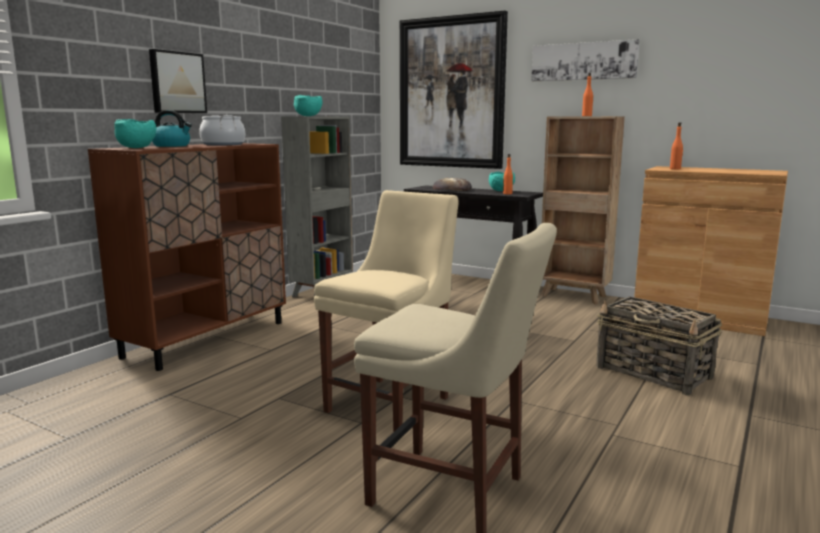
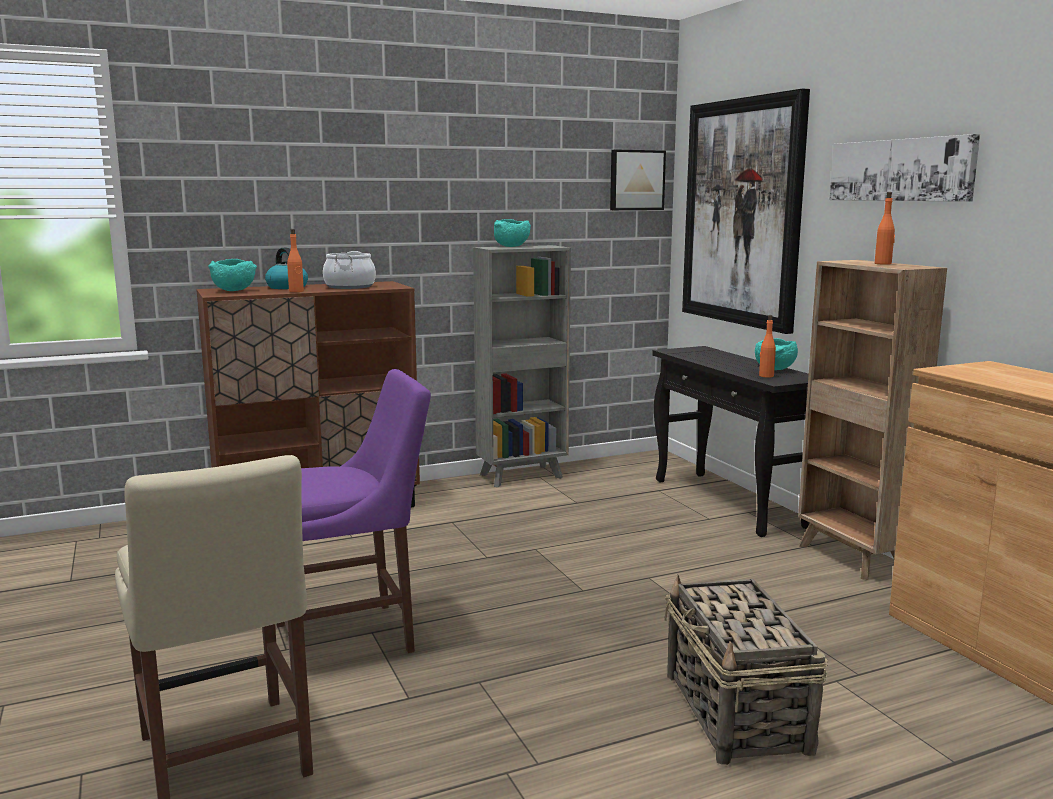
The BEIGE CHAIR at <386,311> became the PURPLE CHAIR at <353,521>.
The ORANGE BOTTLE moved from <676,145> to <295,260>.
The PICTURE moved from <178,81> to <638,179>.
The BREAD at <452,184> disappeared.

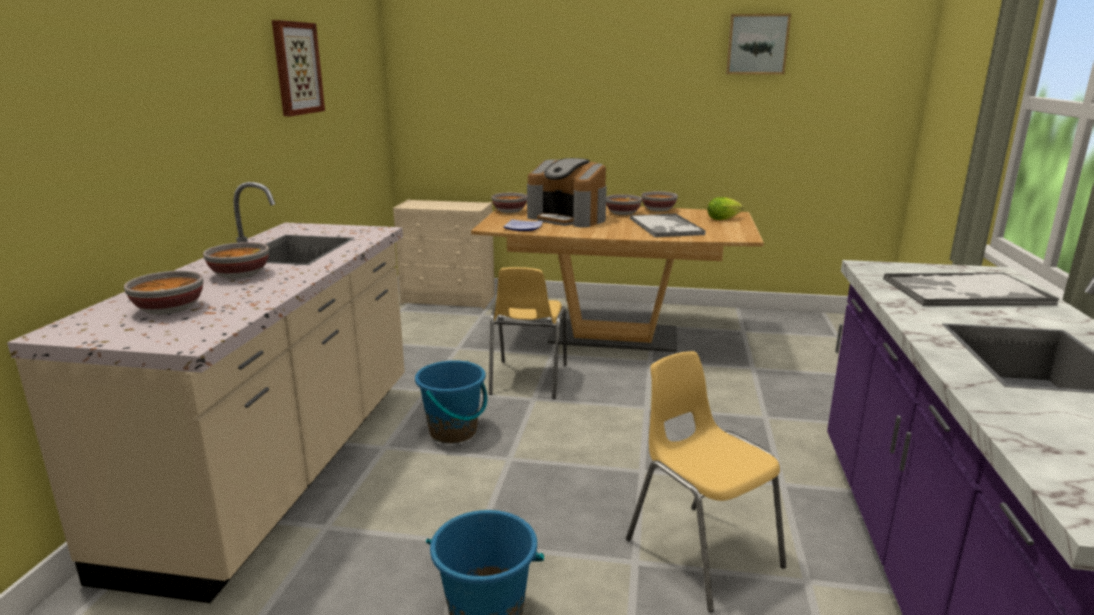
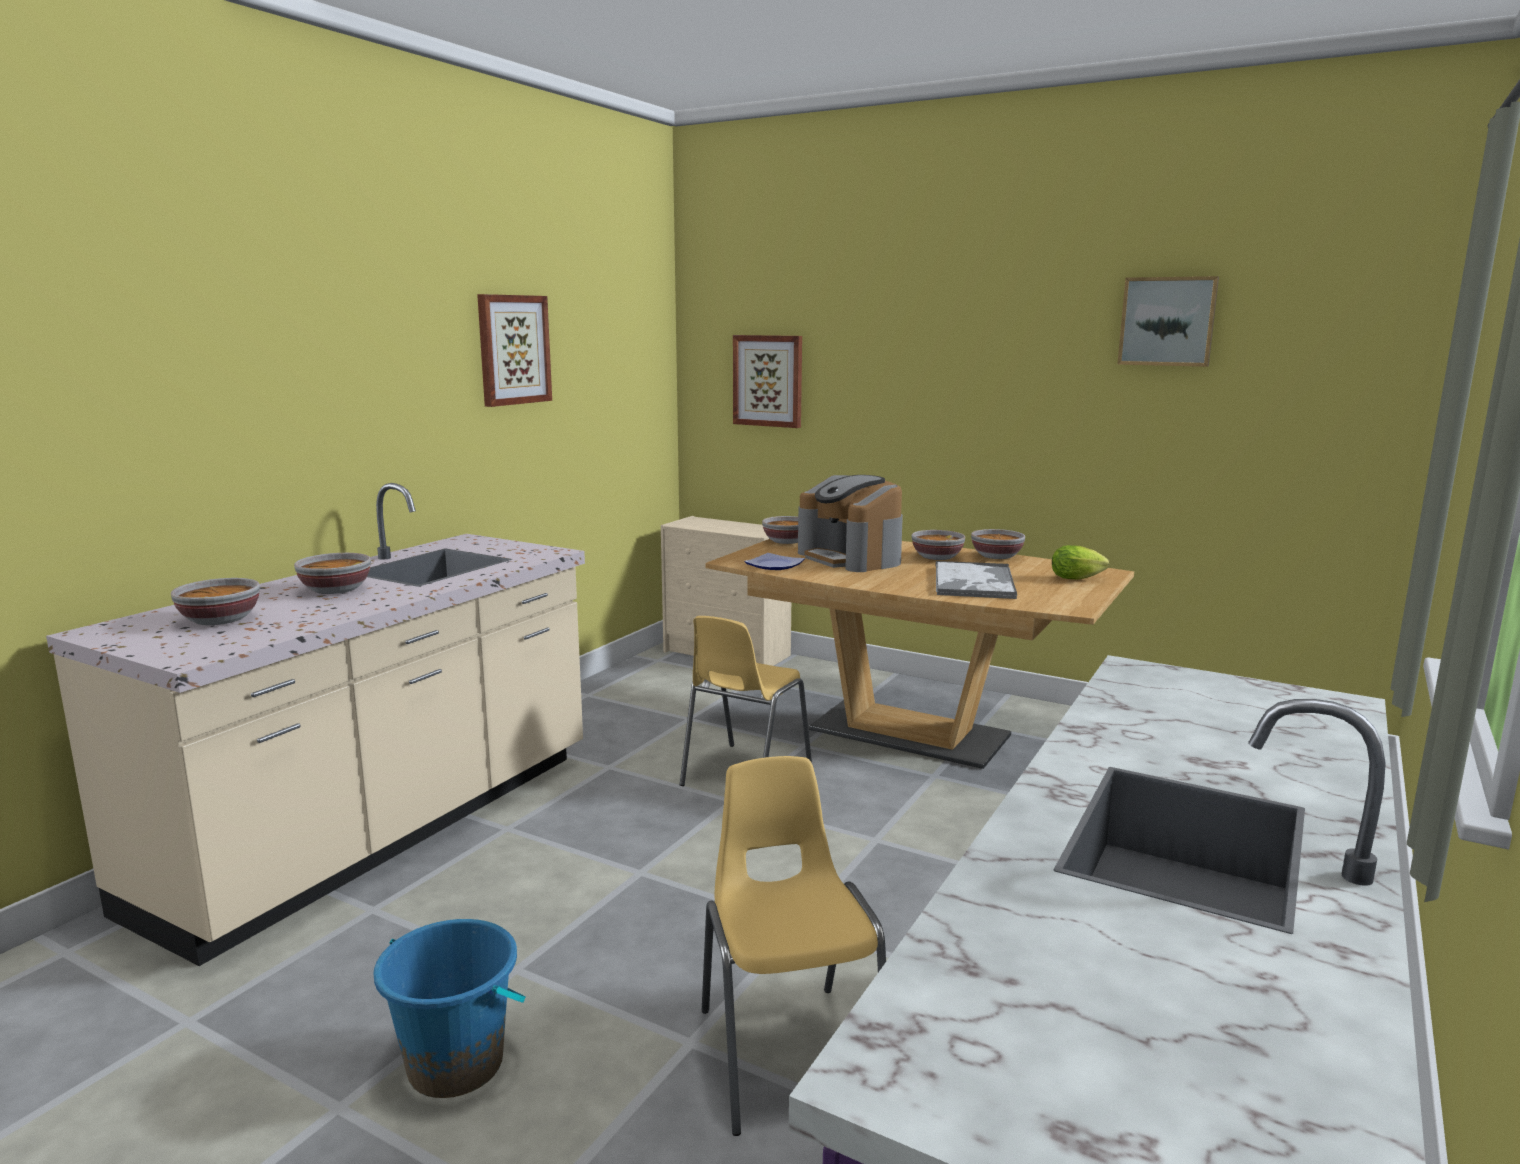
The PICTURE at <767,381> appeared.
The BLUE BUCKET at <451,401> disappeared.
The TRAY at <971,289> disappeared.

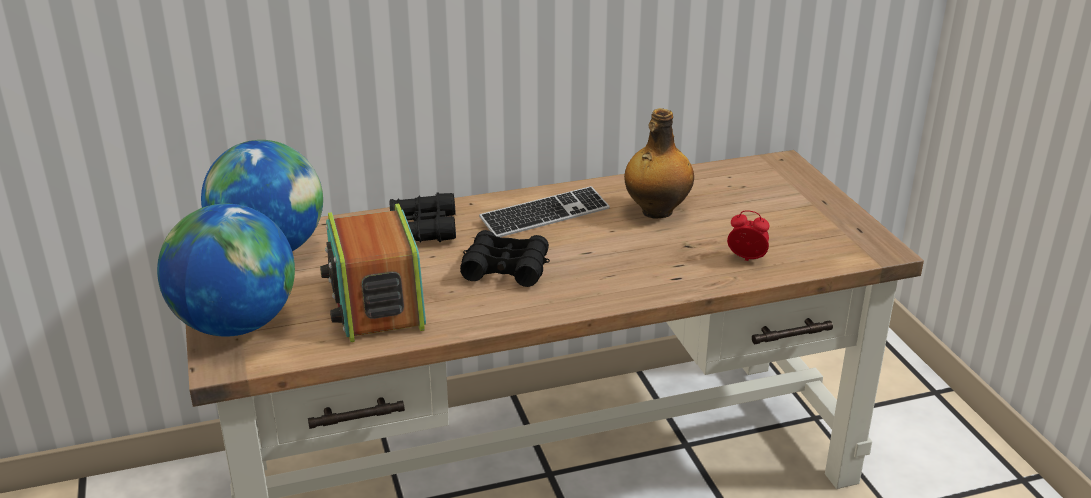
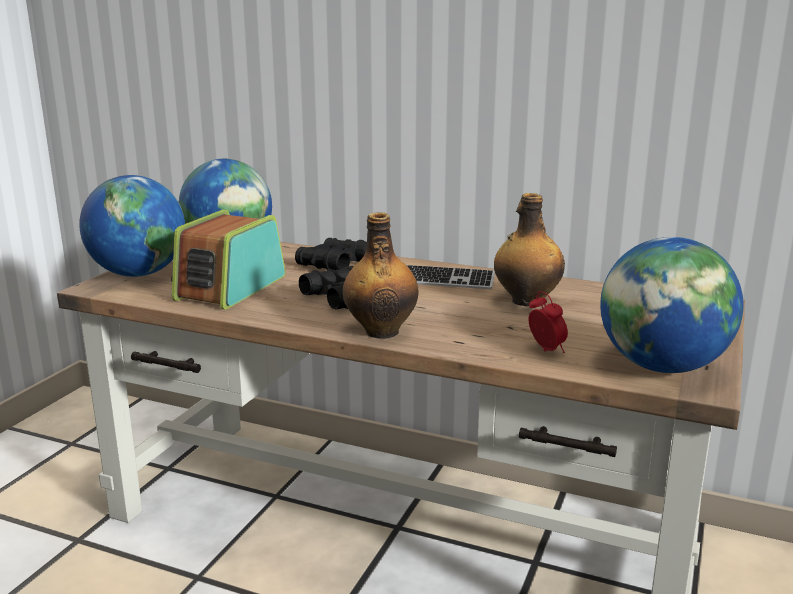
The BOTTLE at <381,275> appeared.
The GLOBE at <671,305> appeared.

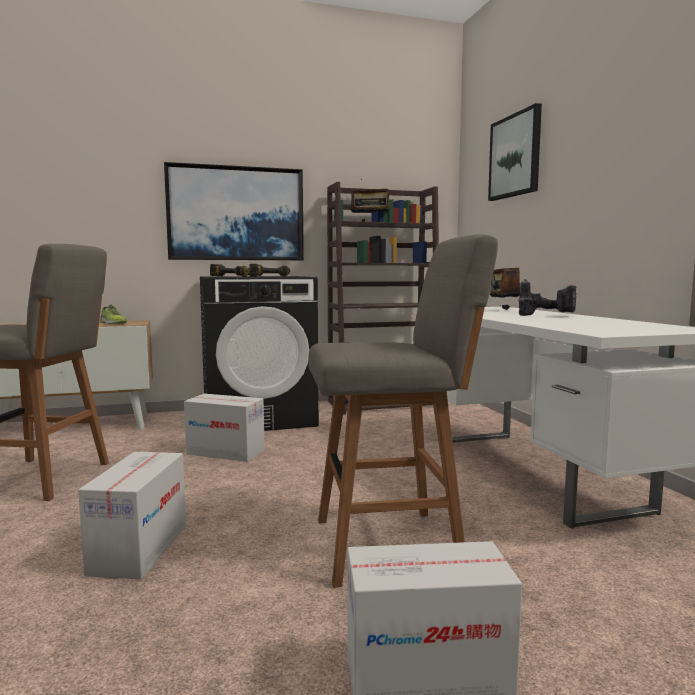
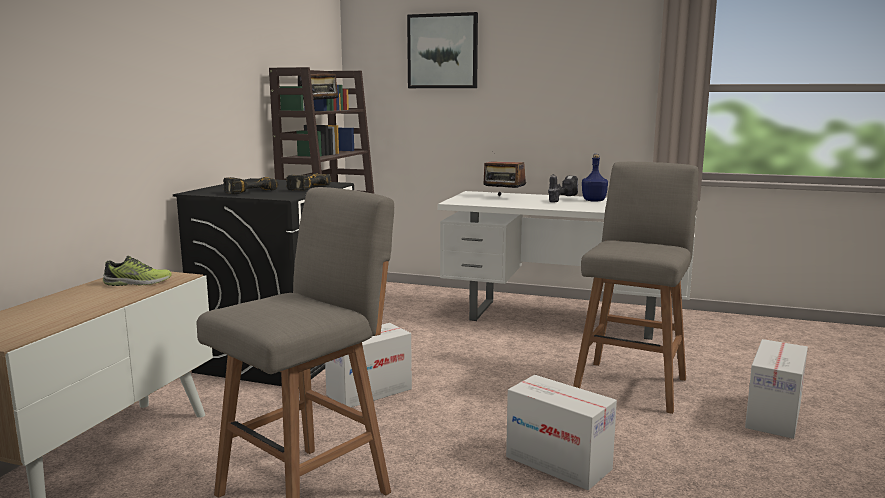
The BLUE BOTTLE at <595,178> appeared.
The PICTURE at <234,211> disappeared.

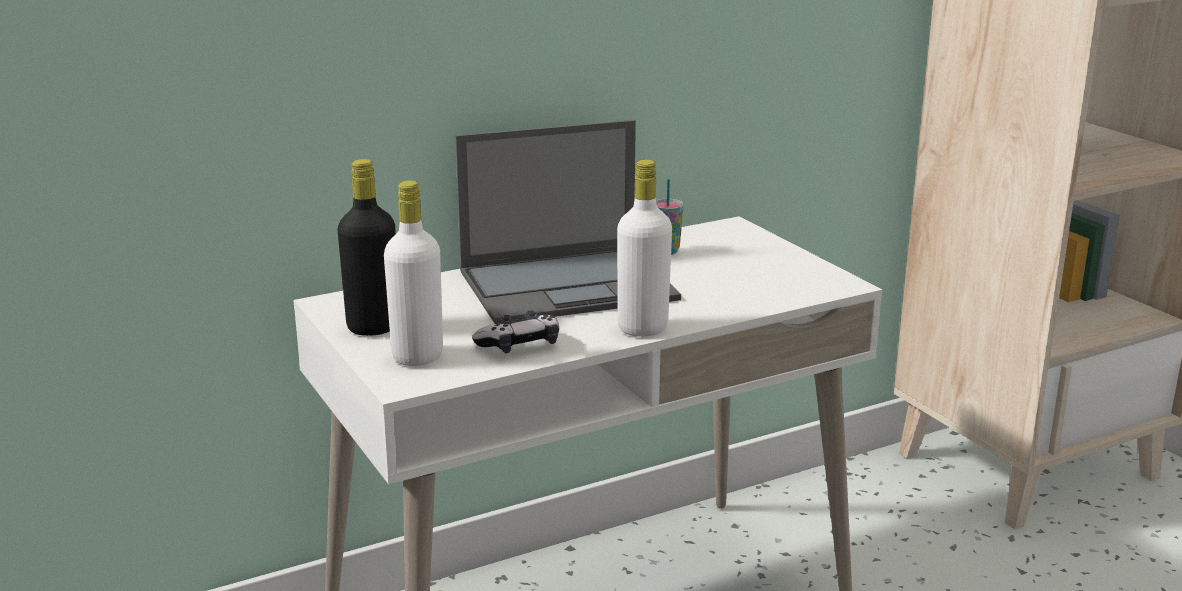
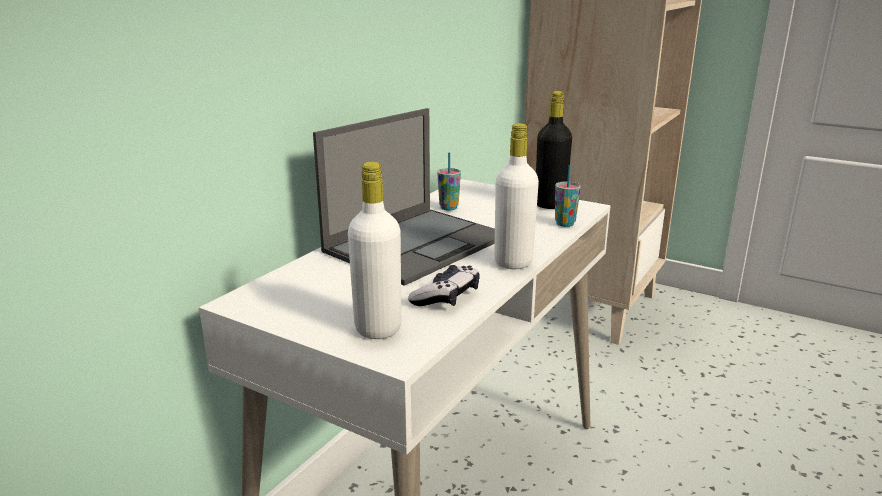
The BLACK BOTTLE moved from <367,247> to <554,150>.
The CUP at <568,196> appeared.

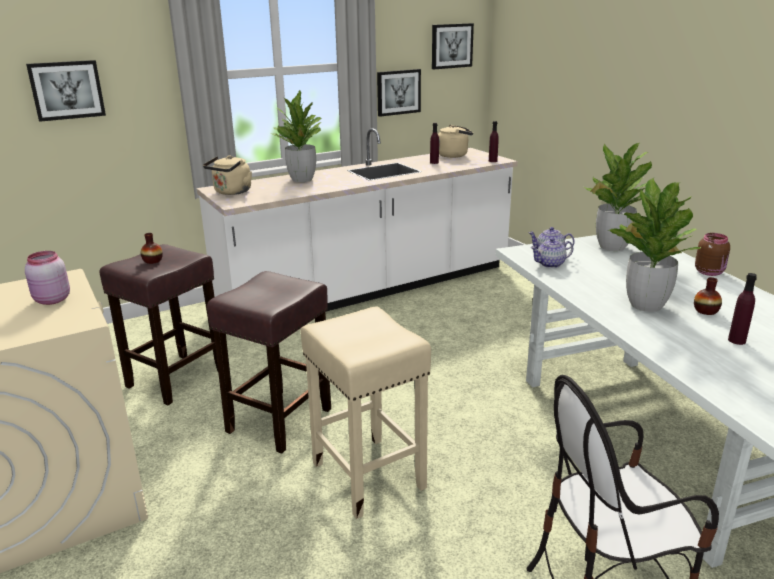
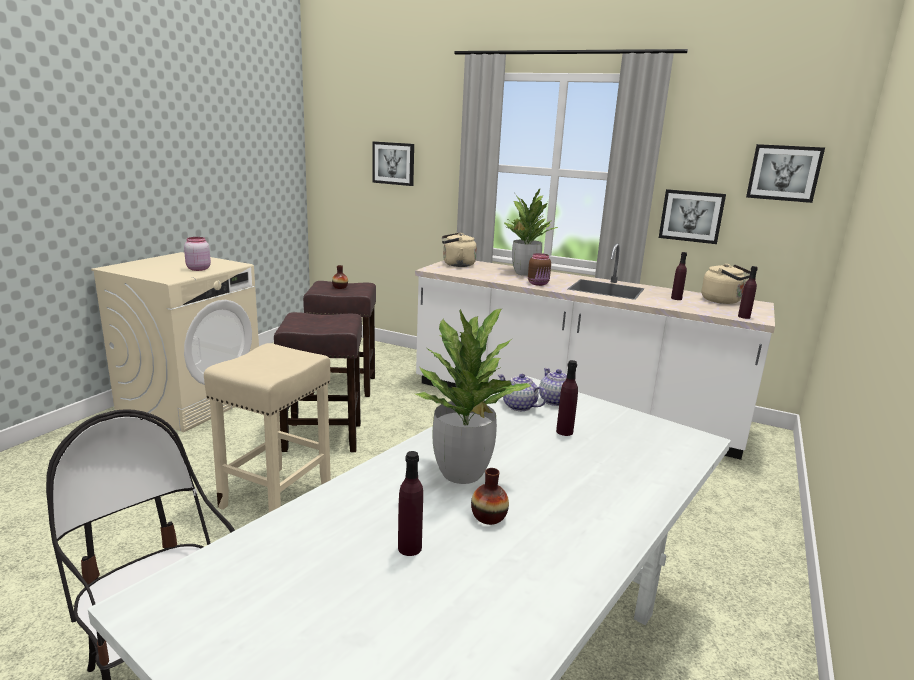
The BROWN JAR moved from <712,254> to <539,269>.
The PURPLE BOTTLE at <567,398> appeared.
The POTTED PLANT at <618,197> disappeared.

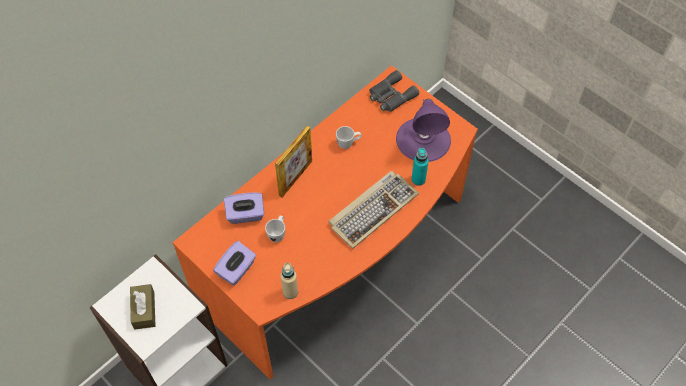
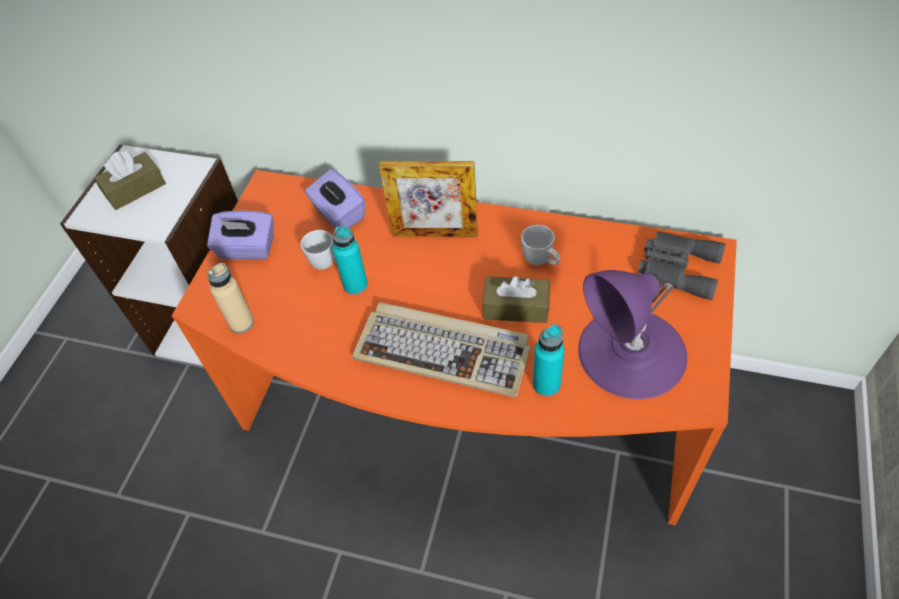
The TURQUOISE BOTTLE at <350,260> appeared.
The BROWN TISSUE BOX at <516,299> appeared.

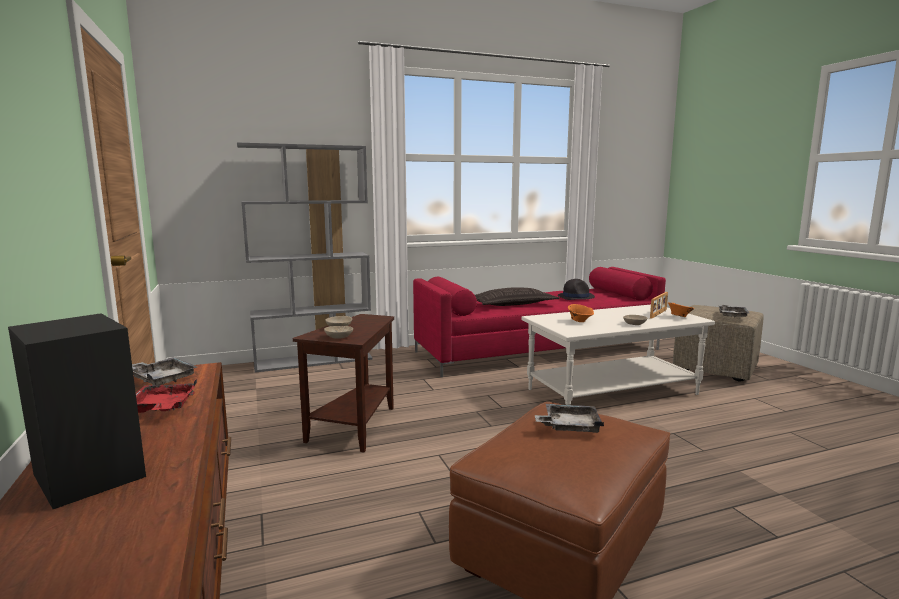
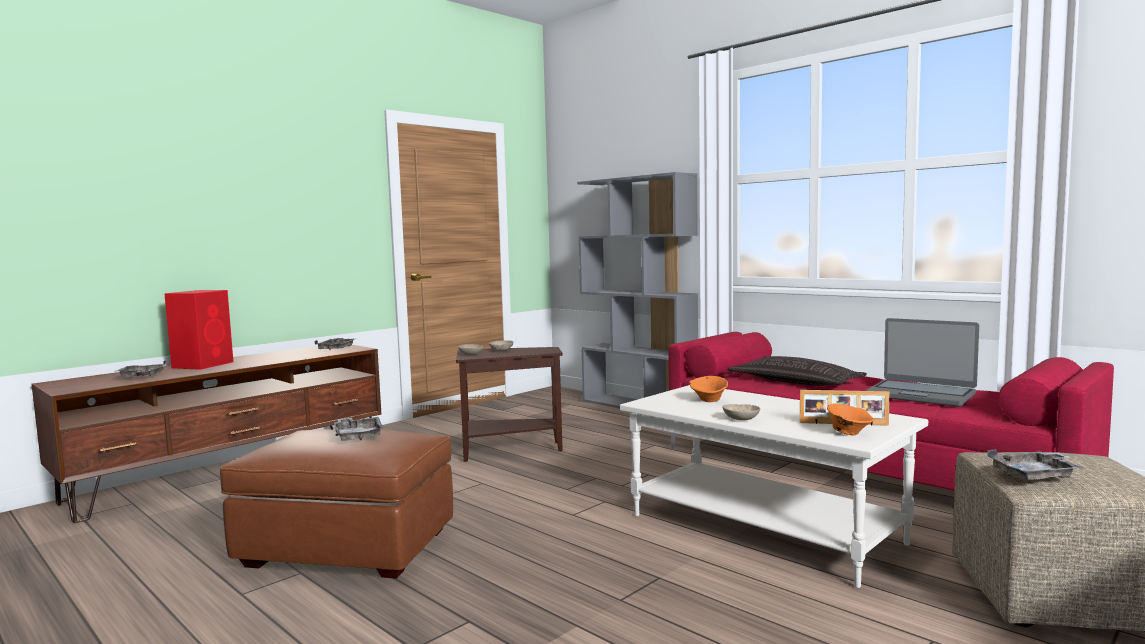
The GREY TRAY at <141,369> appeared.
The BLACK SPEAKER at <77,411> became the RED SPEAKER at <198,330>.
The BLACK HAT at <576,289> was replaced by the LAPTOP at <922,362>.
The RED TRAY at <166,396> disappeared.

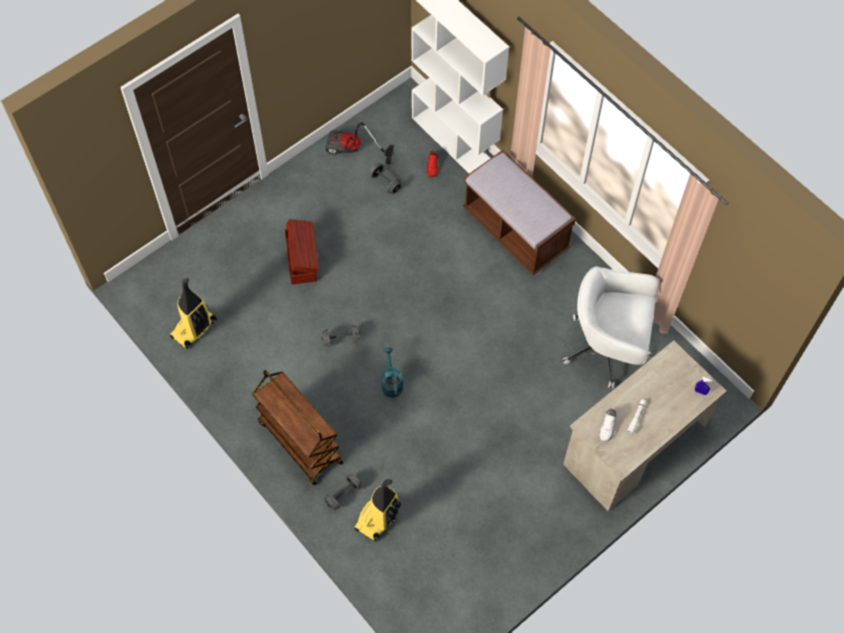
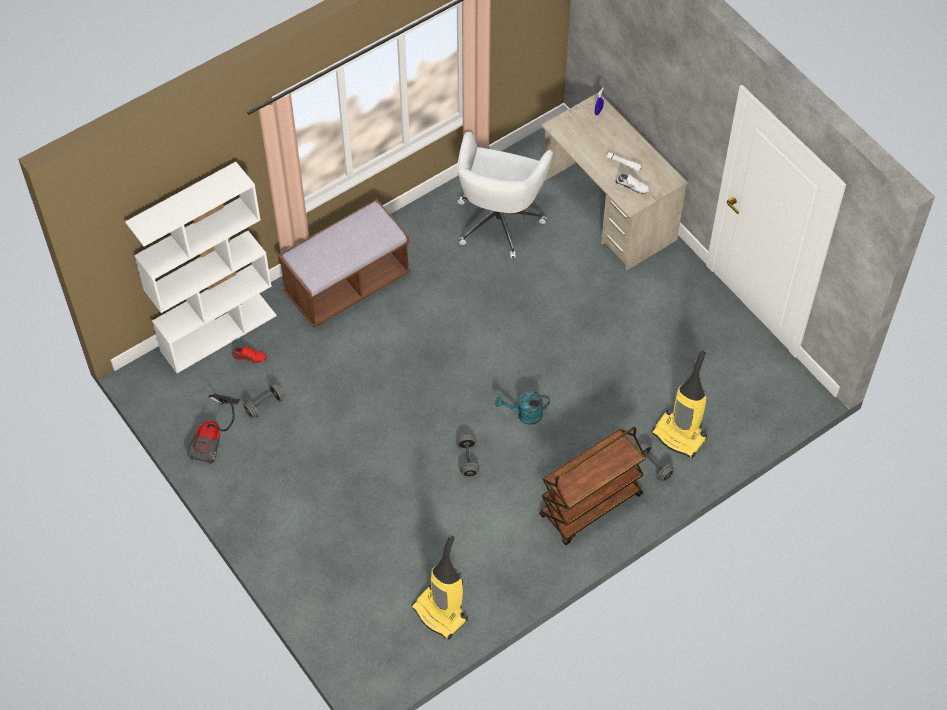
The BROWN STORAGE BOX at <302,251> disappeared.

